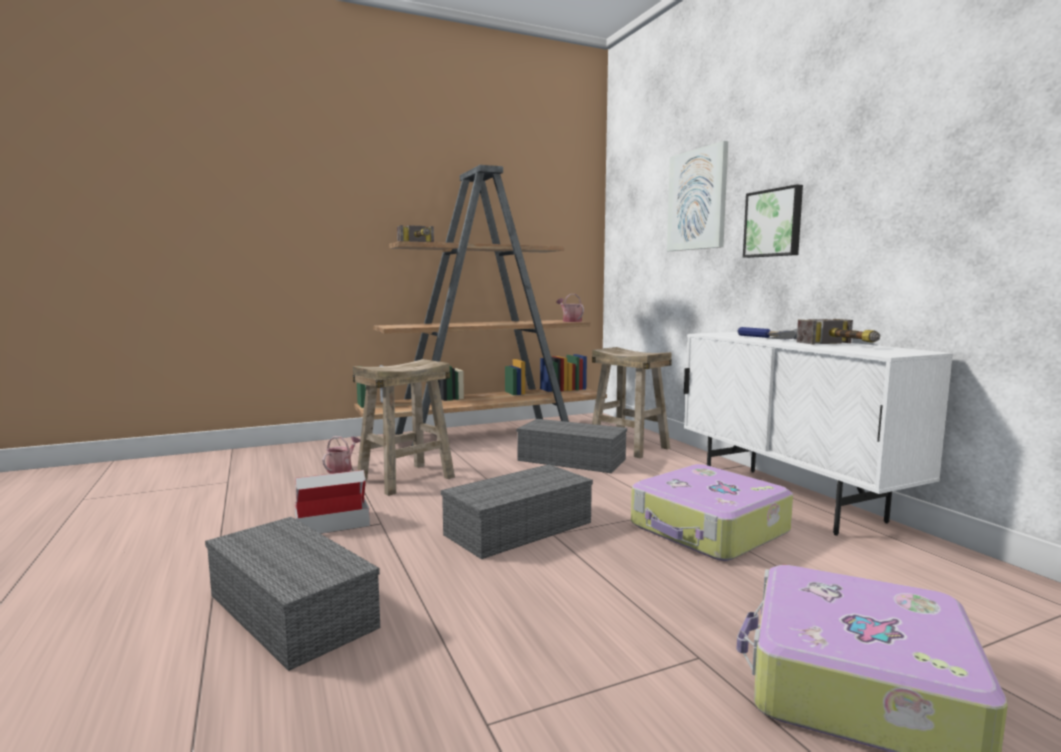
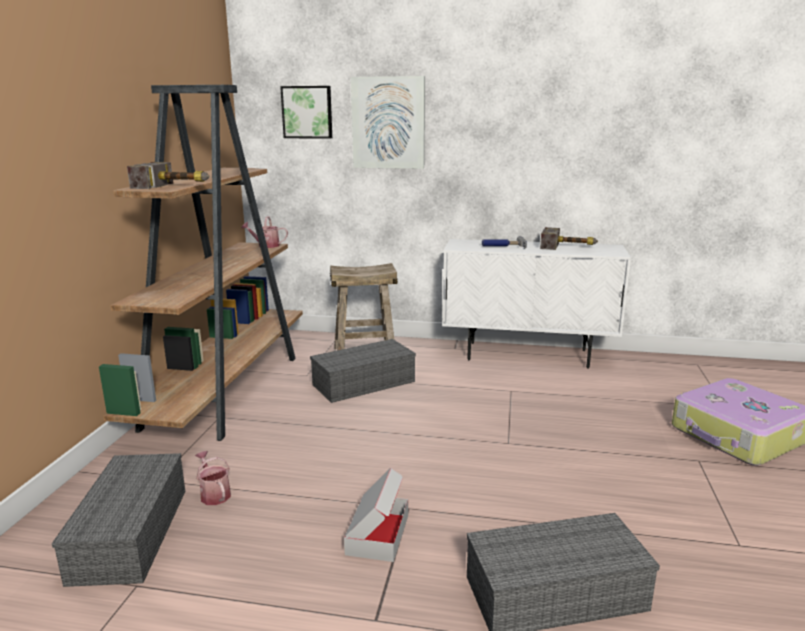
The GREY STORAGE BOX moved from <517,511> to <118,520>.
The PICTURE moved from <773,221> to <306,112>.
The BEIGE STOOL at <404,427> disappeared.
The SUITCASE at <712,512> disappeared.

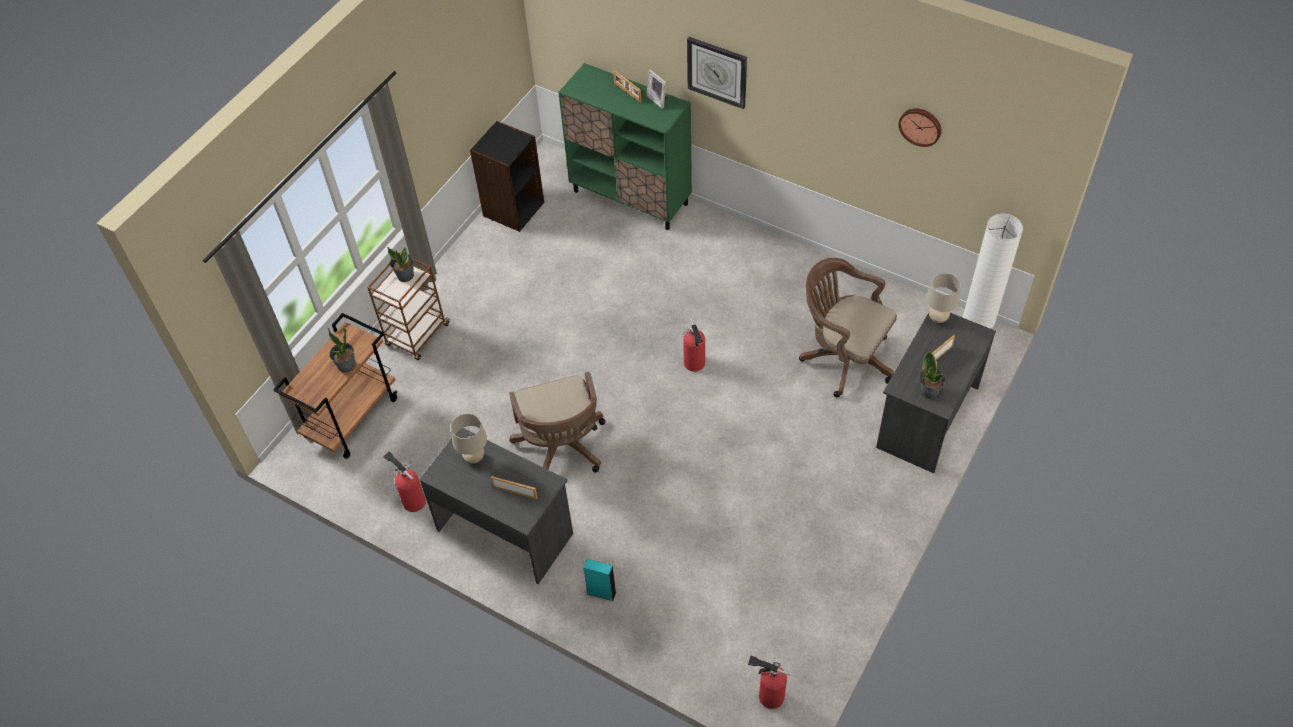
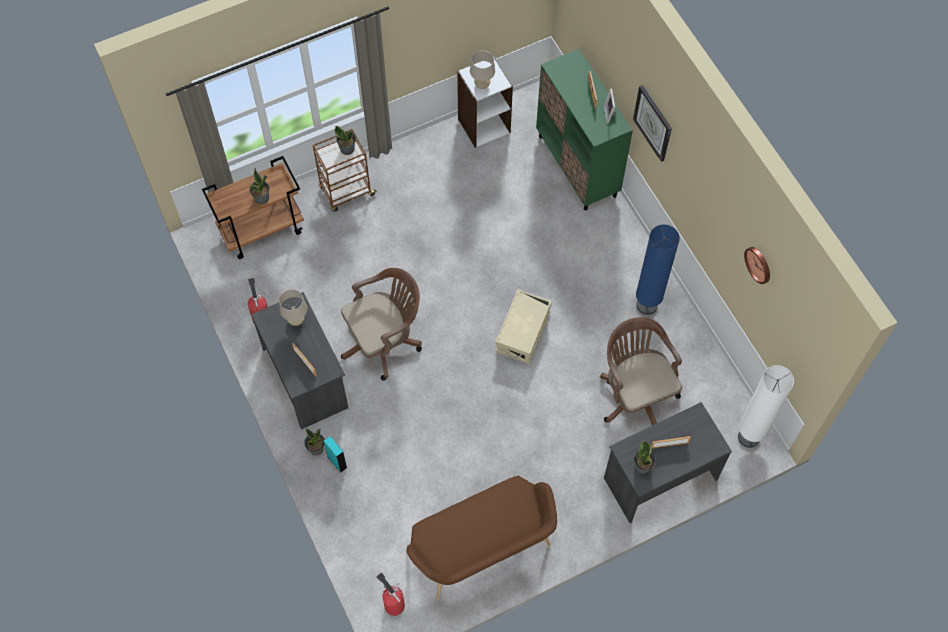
The POTTED PLANT at <314,440> appeared.
The BROWN OFFICE CHAIR at <557,422> turned 135 degrees counterclockwise.
The BROWN BENCH at <481,538> appeared.
The BLACK BOOKCASE at <507,176> became the WHITE BOOKCASE at <485,102>.
The BEIGE TABLE LAMP moved from <943,298> to <482,70>.
The FIRE EXTINGUISHER at <694,344> was replaced by the BEIGE STORAGE BOX at <523,326>.
The BLUE FLOOR LAMP at <658,269> appeared.

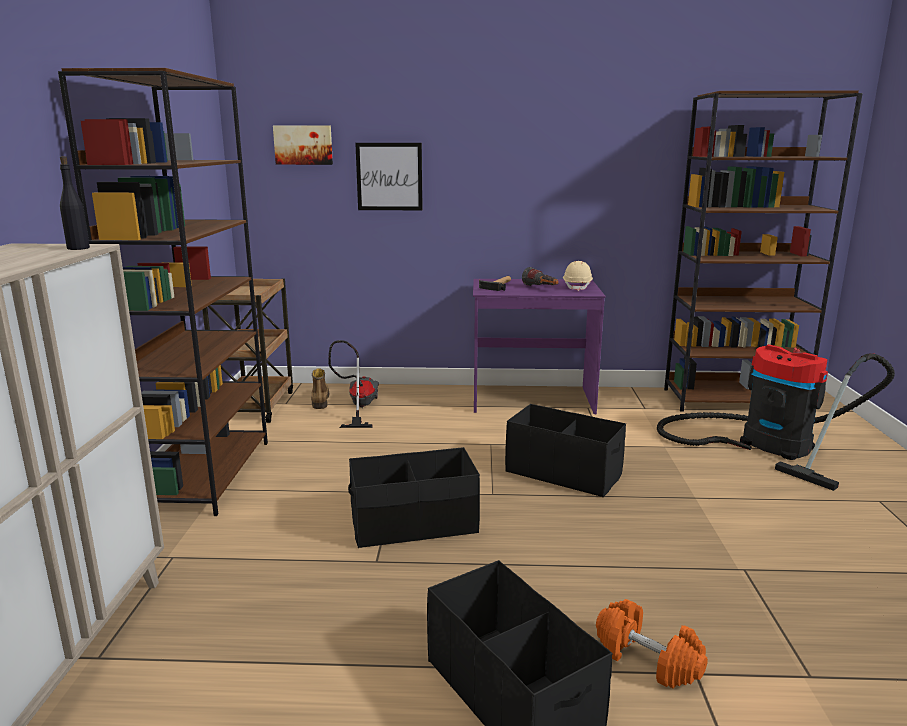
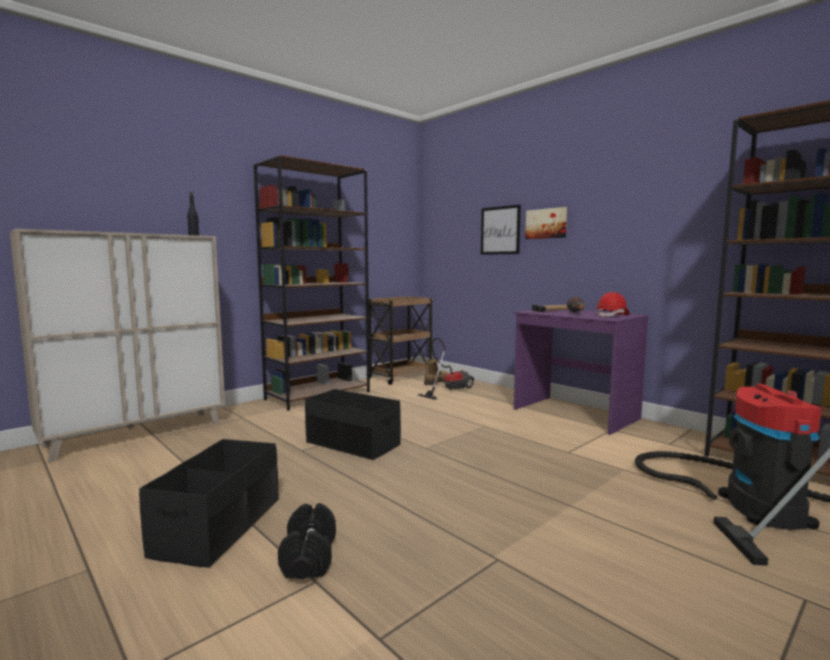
The ORANGE DUMBBELL at <652,644> became the BLACK DUMBBELL at <307,541>.
The PICTURE moved from <303,145> to <546,223>.
The BEIGE HARD HAT at <578,276> became the RED HARD HAT at <613,304>.
The BLACK STORAGE BOX at <565,450> disappeared.

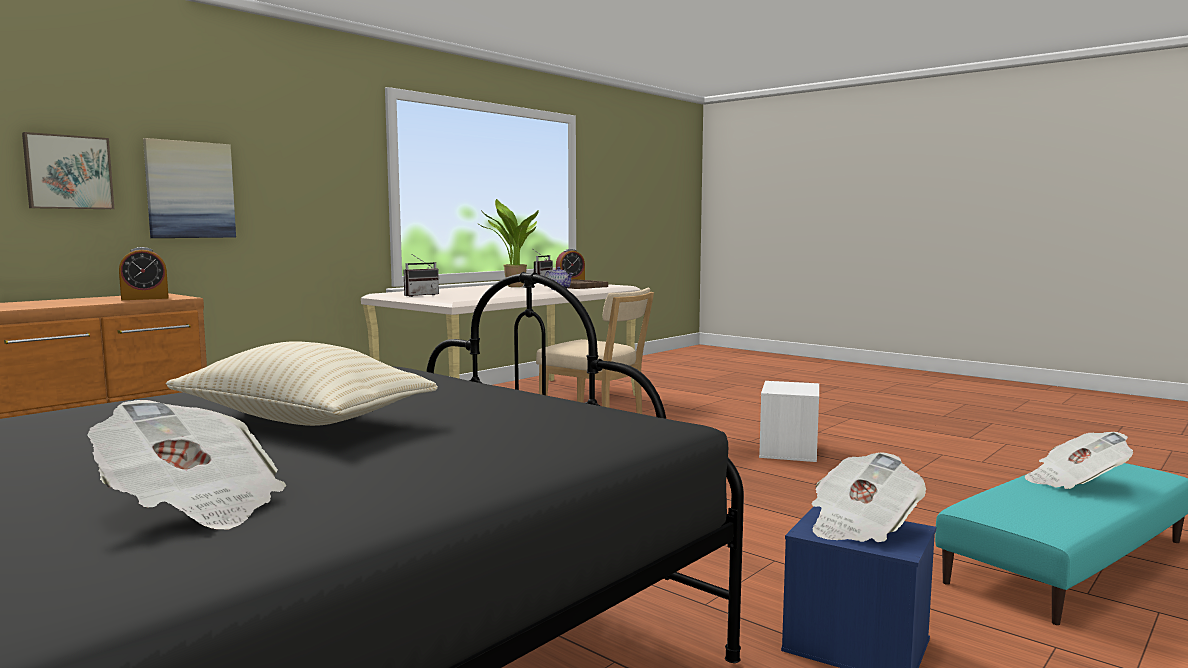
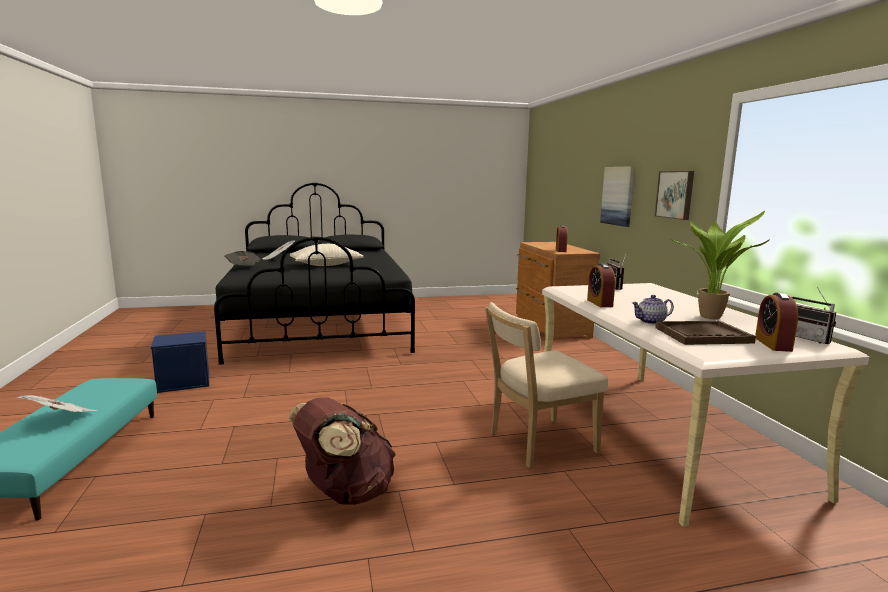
The NEWSPAPER moved from <868,497> to <242,258>.
The WHITE STORAGE BOX at <789,421> was replaced by the BROWN BACKPACK at <342,451>.
The ALARM CLOCK at <601,285> appeared.
The PICTURE moved from <68,170> to <674,195>.

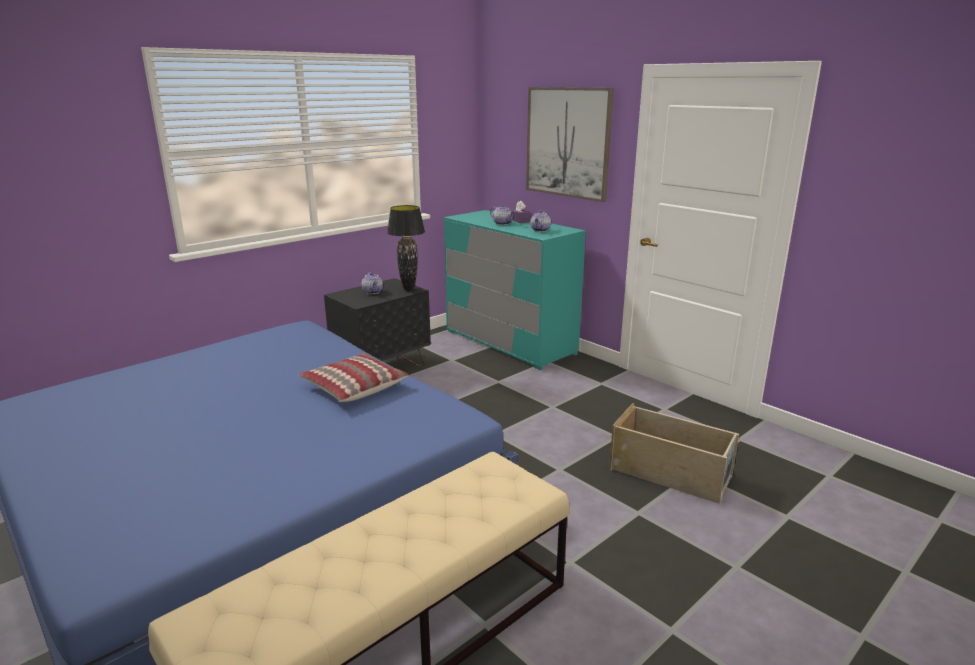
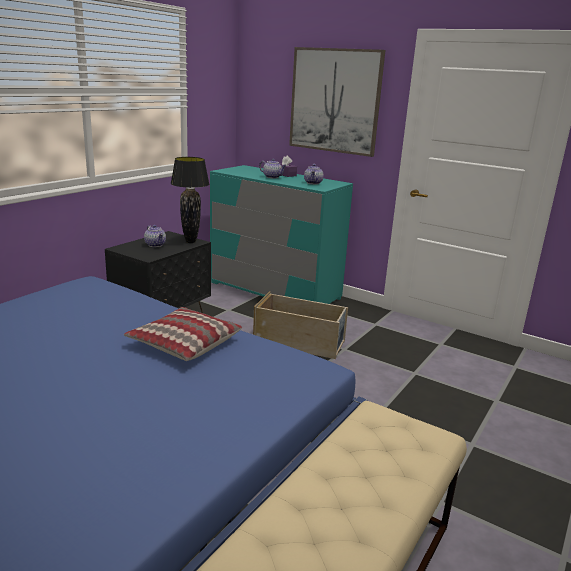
The BEIGE STORAGE BOX moved from <674,453> to <300,325>.

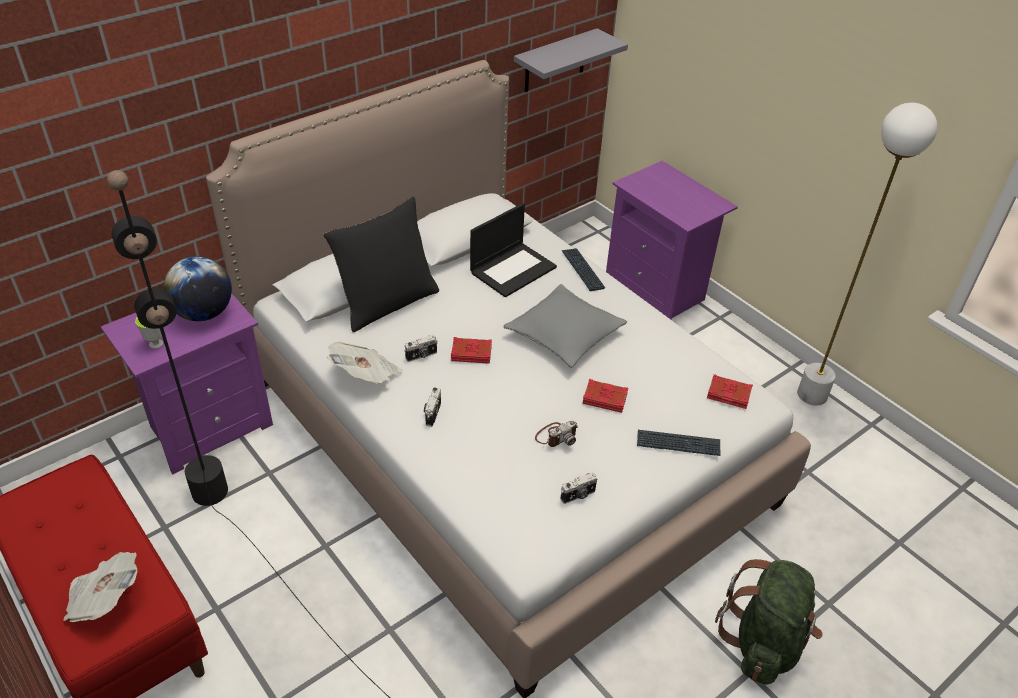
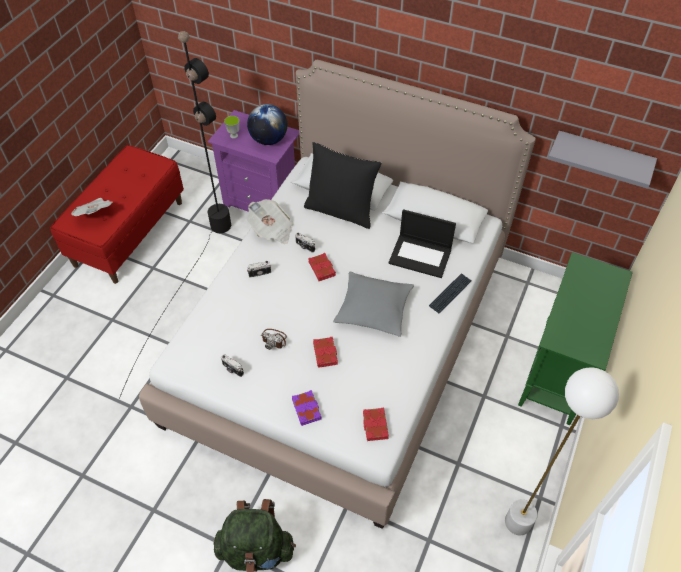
The KEYBOARD at <679,443> was replaced by the PURPLE BOOK at <306,408>.
The PURPLE NIGHTSTAND at <672,240> was replaced by the GREEN CABINET at <575,338>.

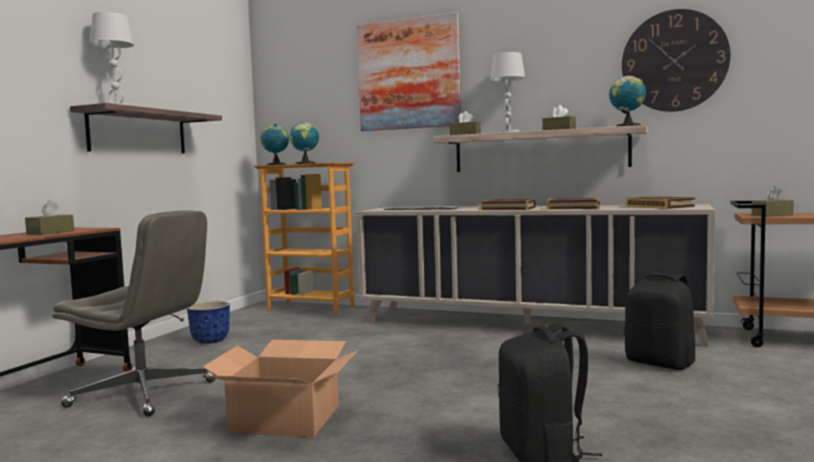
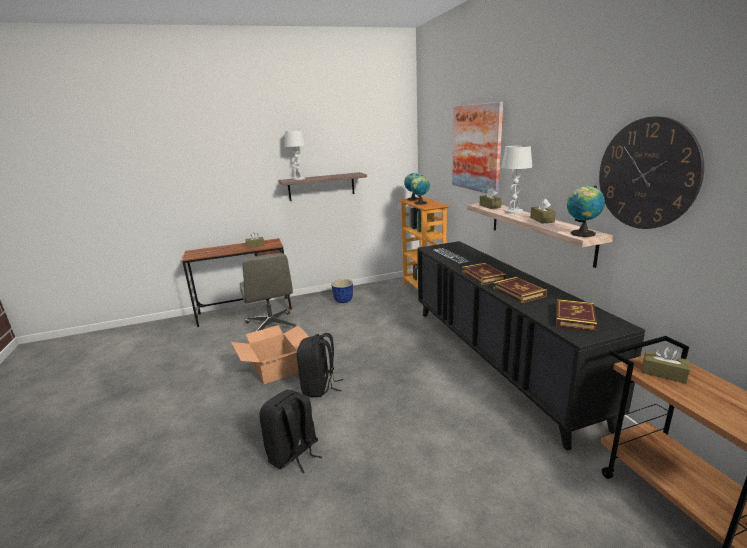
The BLACK BACKPACK moved from <660,321> to <320,365>.
The BEIGE CABINET at <535,275> became the BLACK CABINET at <531,346>.

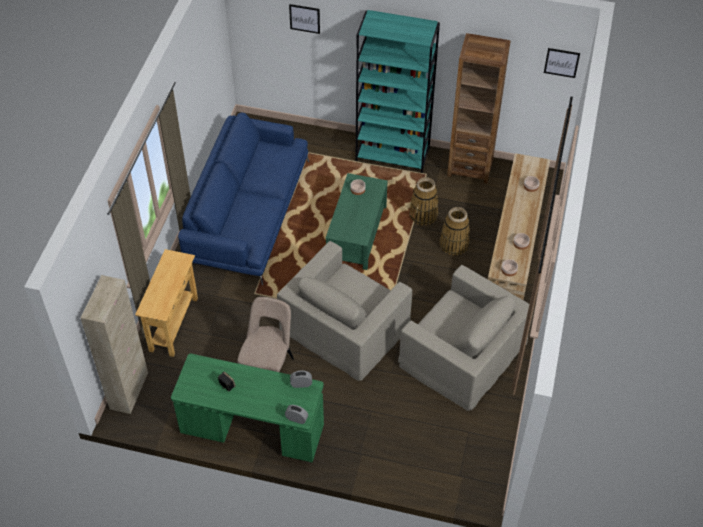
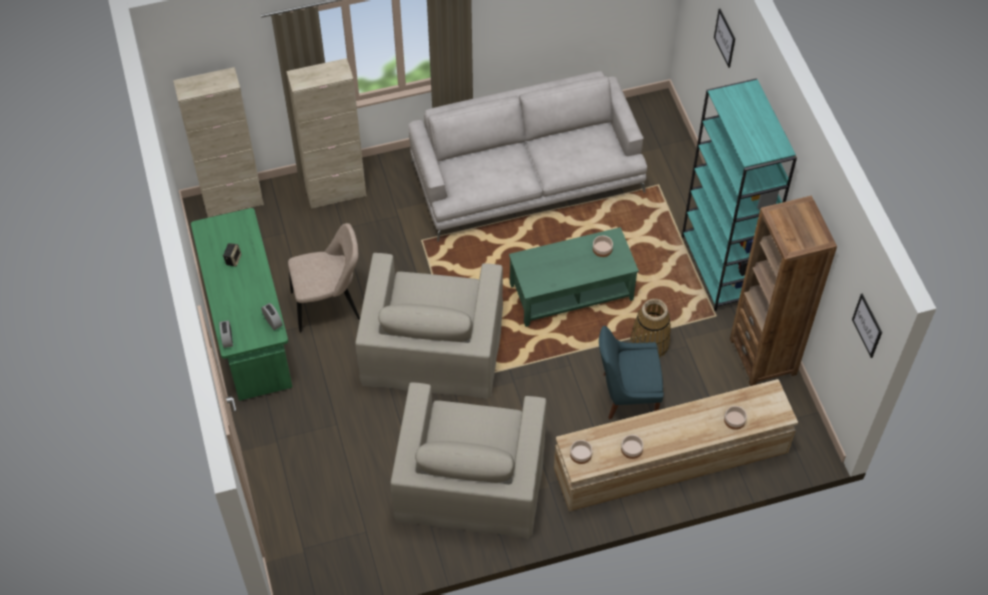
The BEIGE CONSOLE TABLE at <166,303> was replaced by the BEIGE CABINET at <326,133>.
The BEIGE ARMCHAIR at <344,311> turned 90 degrees counterclockwise.
The BLUE SOFA at <243,199> became the GREY SOFA at <527,156>.
The BASKET at <455,231> was replaced by the BLUE CHAIR at <631,373>.

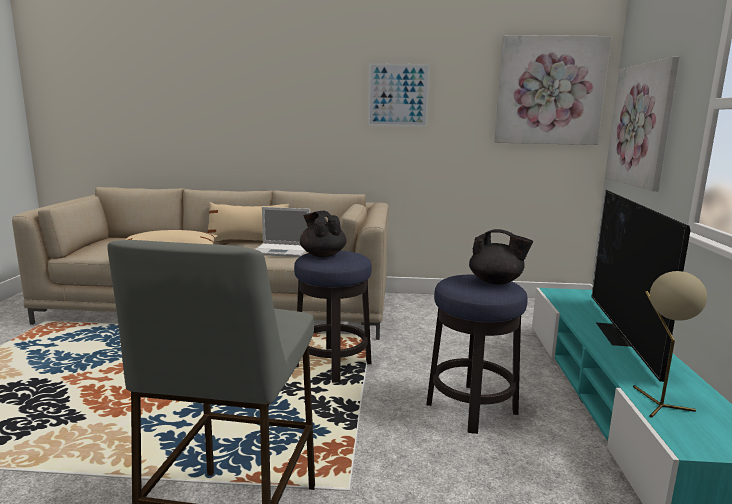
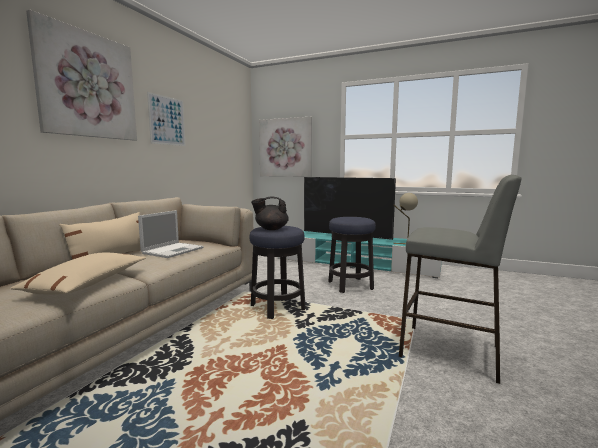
The PICTURE moved from <553,90> to <81,75>.
The BLACK TEAPOT at <501,257> disappeared.

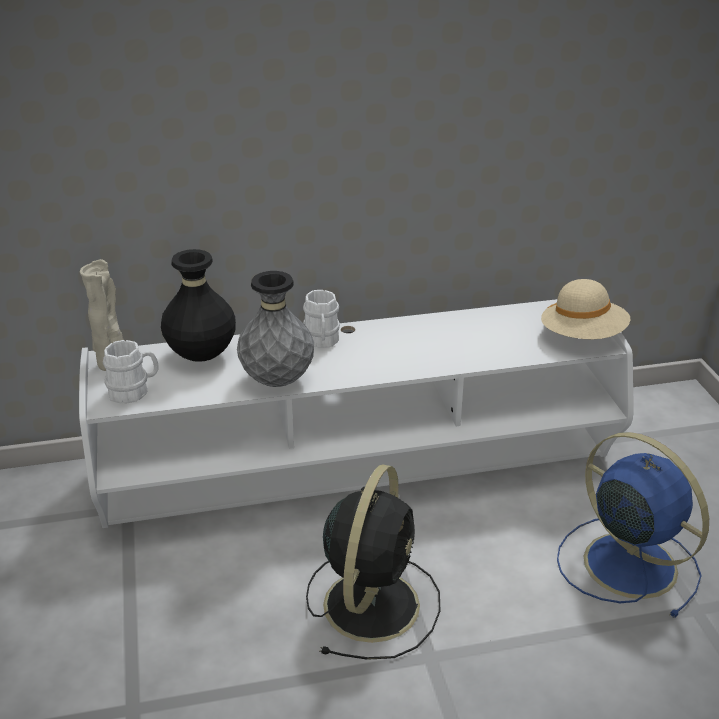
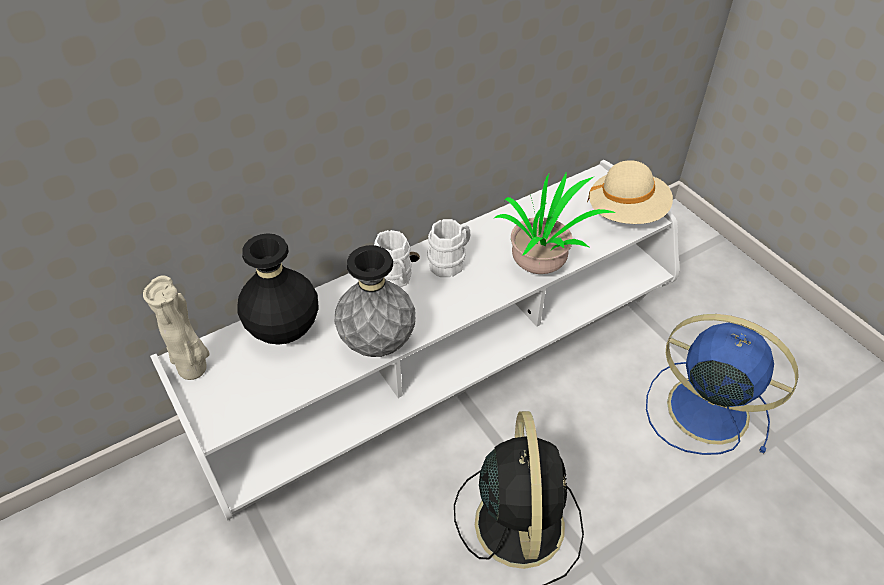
The WHITE MUG moved from <131,372> to <448,248>.
The POTTED PLANT at <555,223> appeared.

